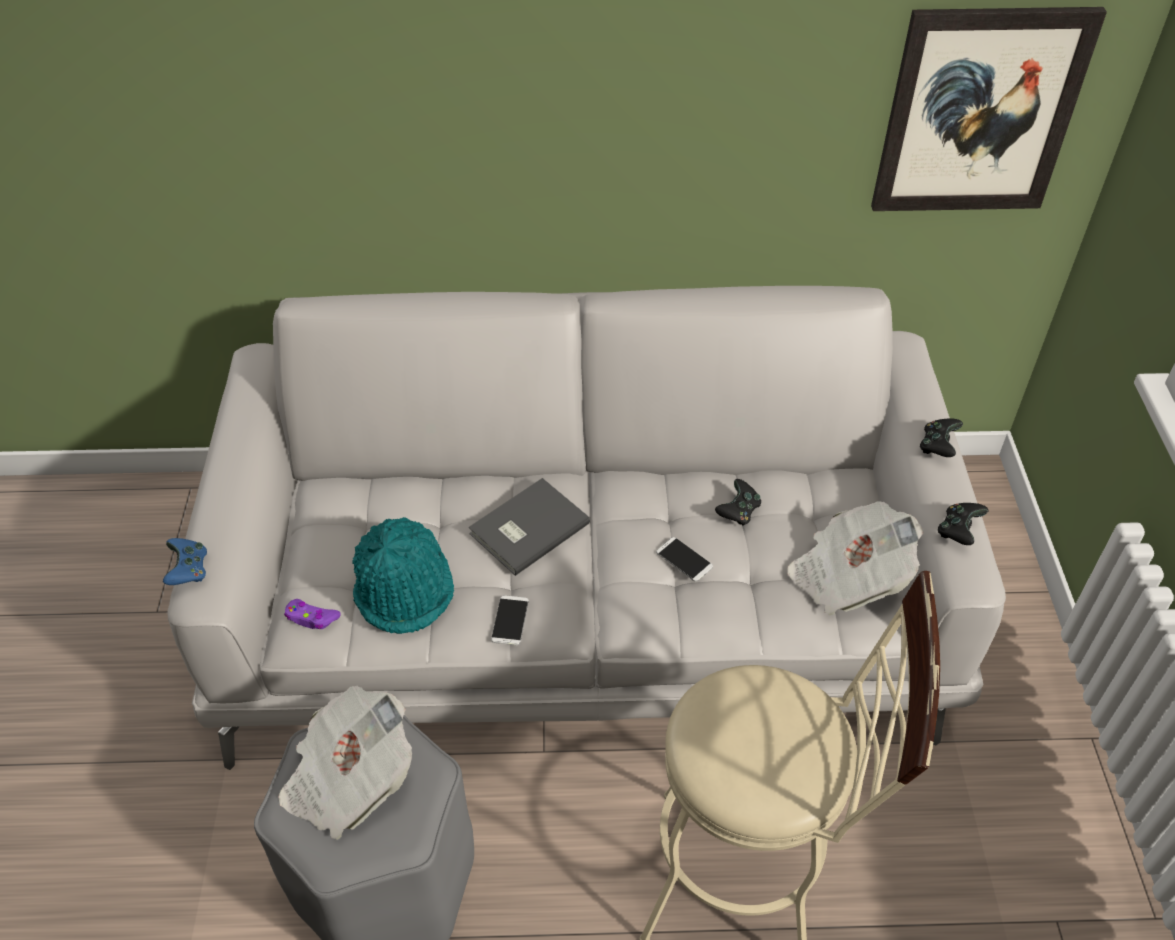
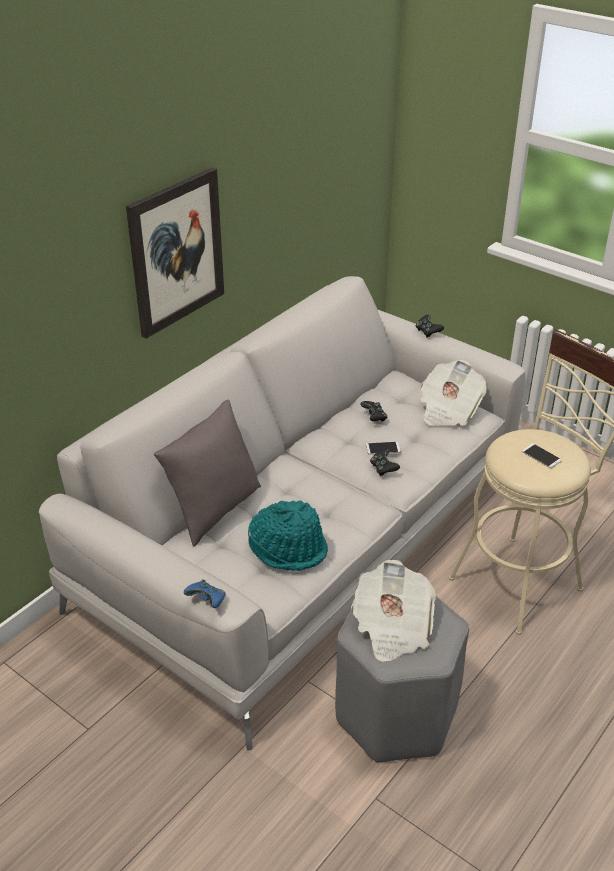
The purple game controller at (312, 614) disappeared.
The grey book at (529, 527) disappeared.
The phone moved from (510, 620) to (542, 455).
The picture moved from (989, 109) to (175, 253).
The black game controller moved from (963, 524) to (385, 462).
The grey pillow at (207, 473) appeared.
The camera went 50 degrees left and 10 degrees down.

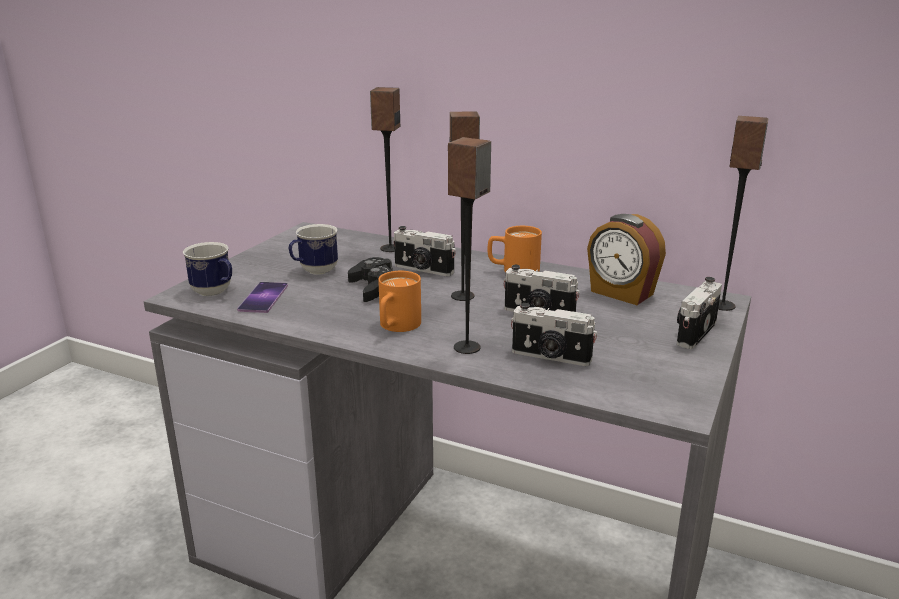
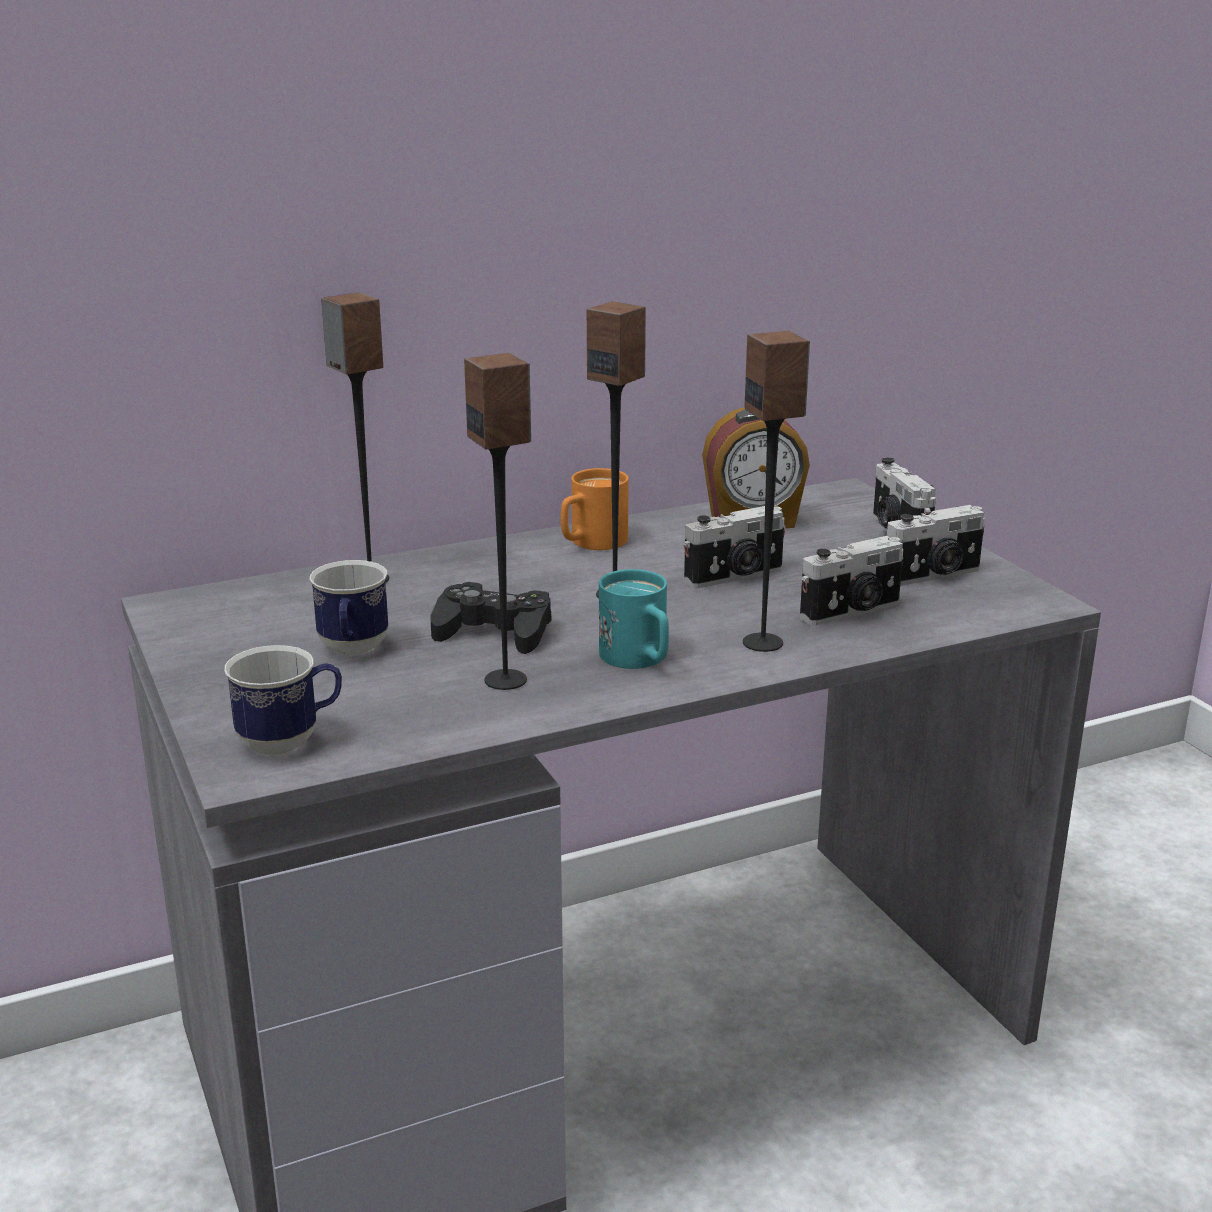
The phone at (262, 297) disappeared.
The orange mug at (399, 301) became the turquoise mug at (634, 619).
The photo camera moved from (424, 251) to (936, 545).
The speaker moved from (743, 213) to (497, 521).
The camera went 50 degrees left and 0 degrees up.

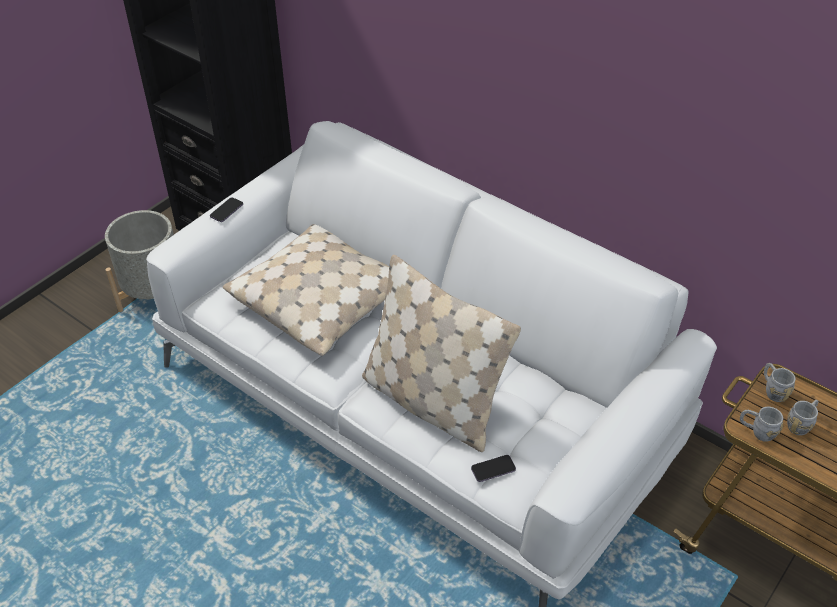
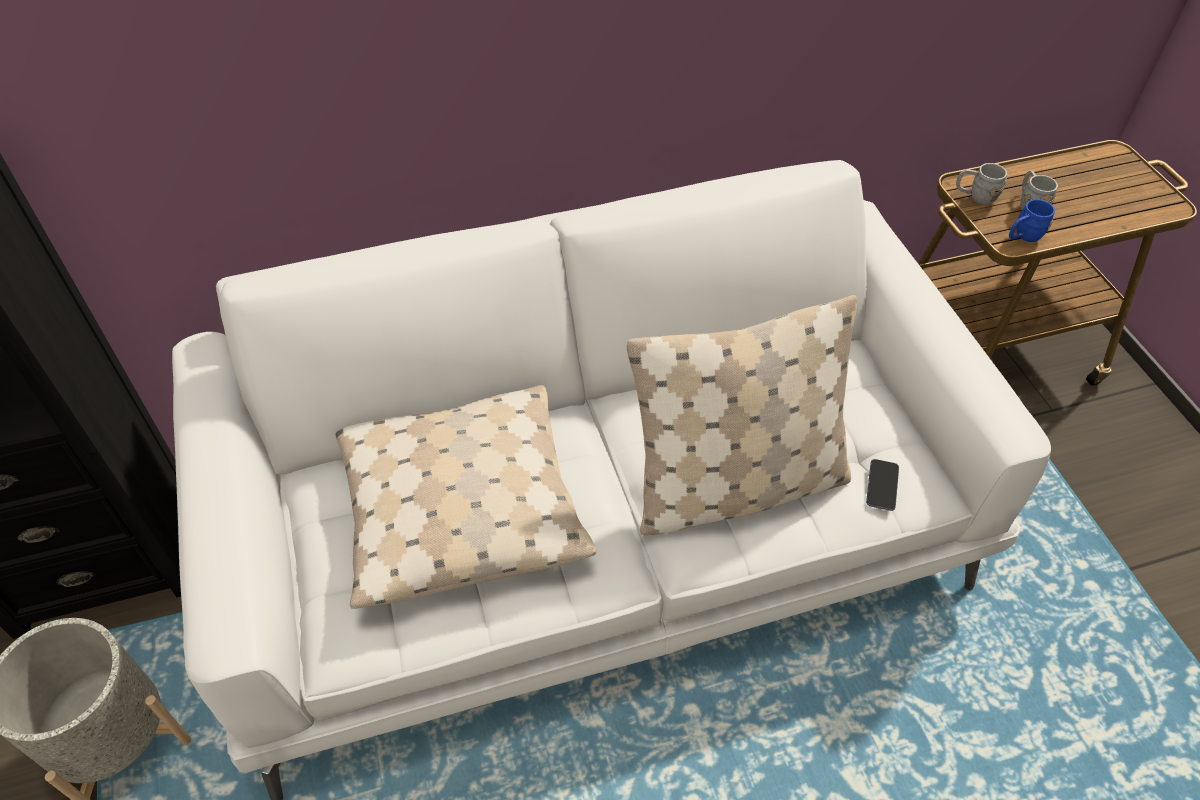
The phone at (226, 209) disappeared.
The grey mug at (761, 424) became the blue mug at (1032, 220).
The camera went 55 degrees left and 5 degrees up.

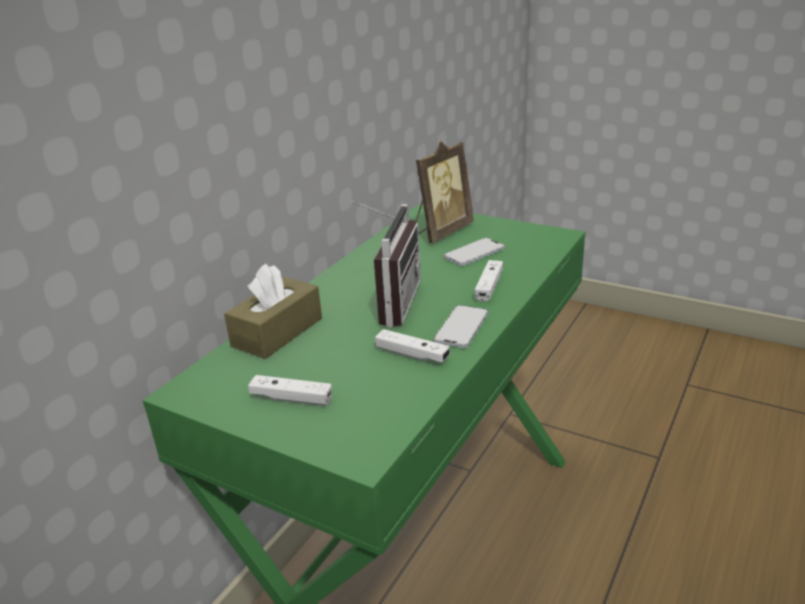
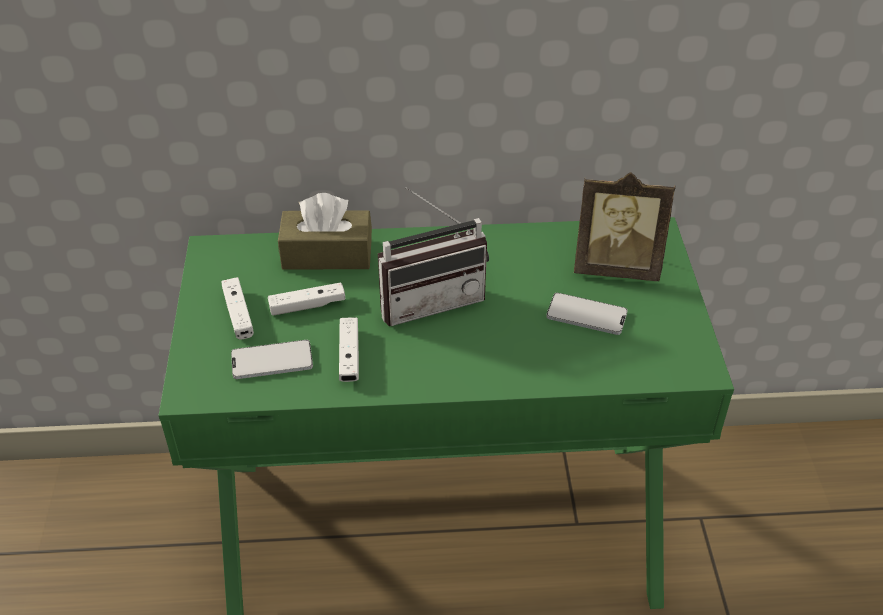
The phone moved from (461, 326) to (272, 359).
The white game controller moved from (488, 281) to (306, 299).
The camera went 55 degrees right and 15 degrees up.

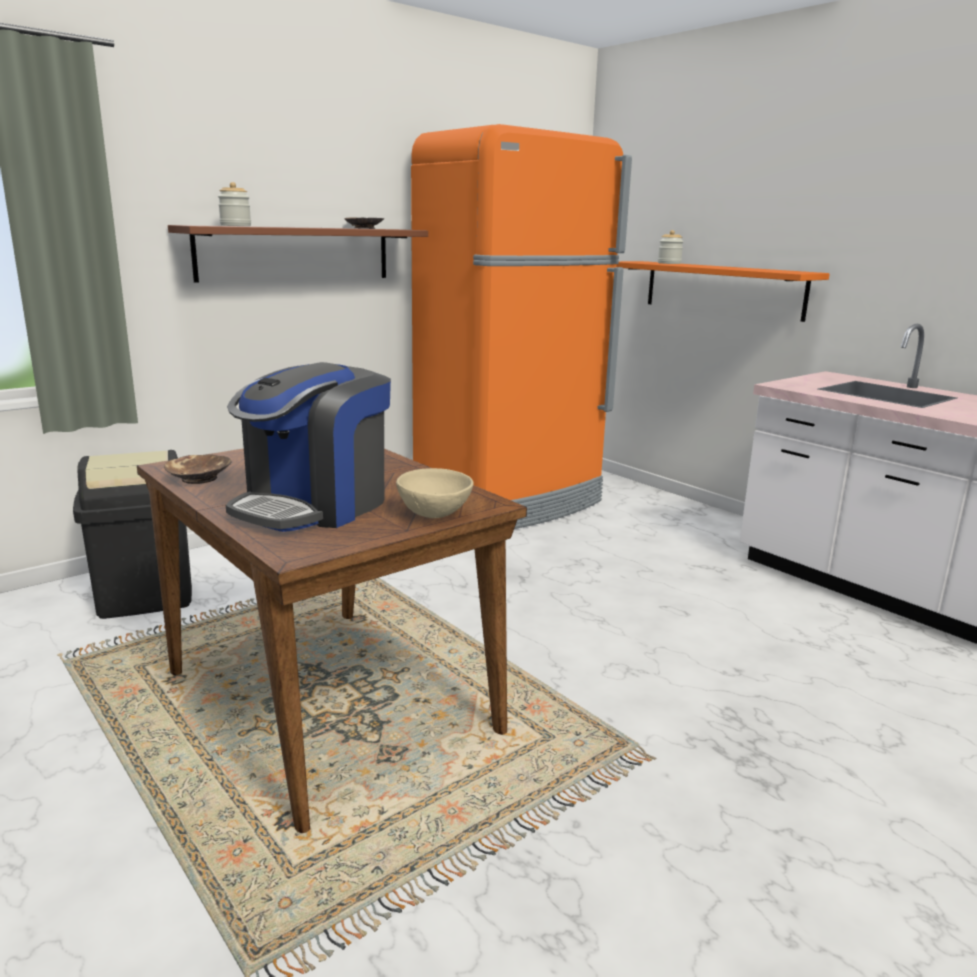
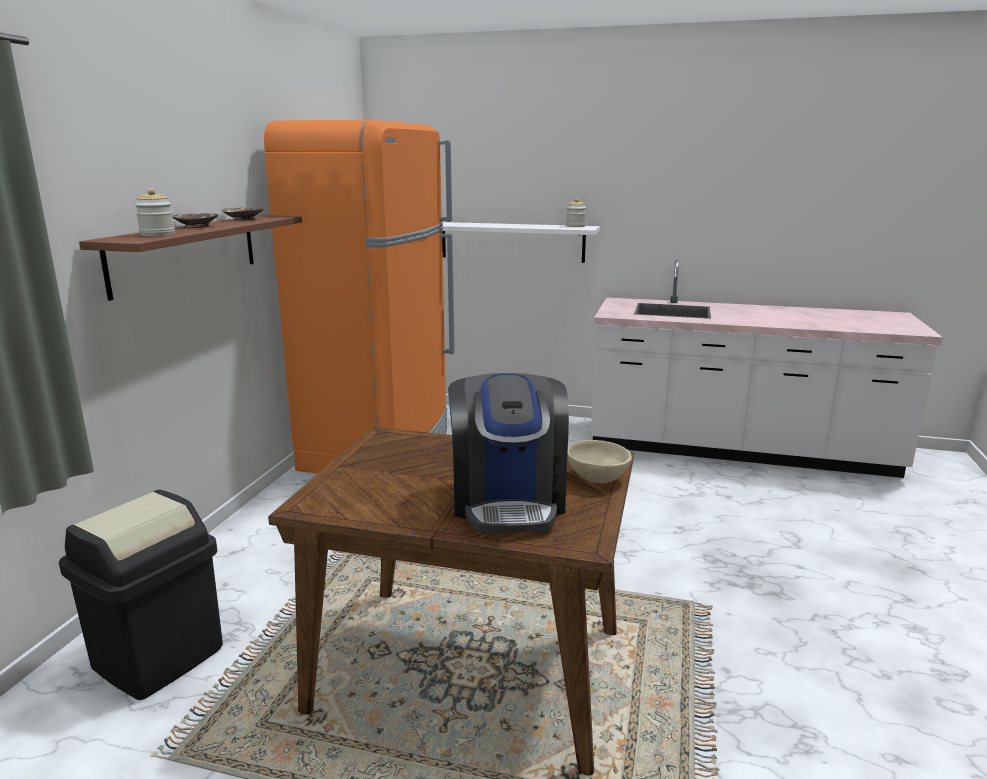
The brown bowl moved from (198, 469) to (196, 220).
The orange shelf at (723, 291) became the white shelf at (521, 242).
The jar moved from (671, 247) to (576, 212).
The camera went 35 degrees left and 0 degrees up.

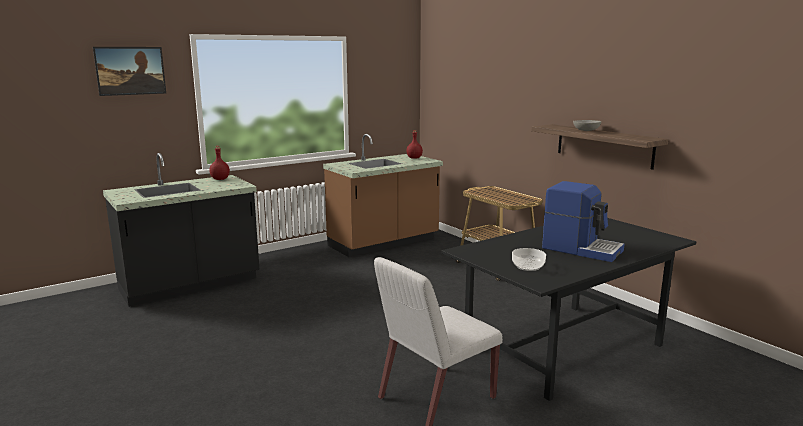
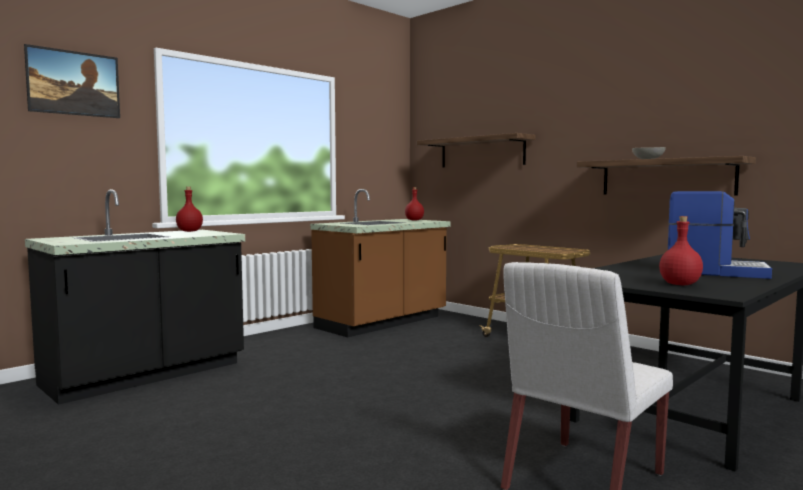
The bowl at (529, 259) was replaced by the red bottle at (681, 250).
The shelf at (476, 150) appeared.
The camera went 10 degrees left and 10 degrees down.

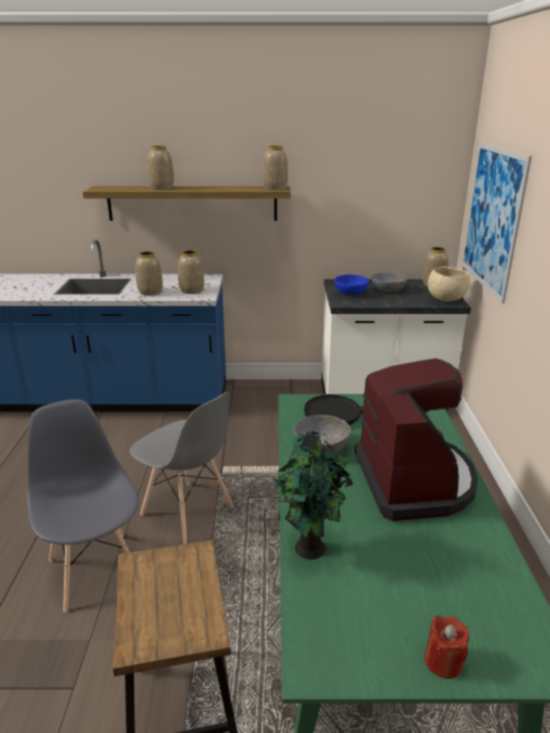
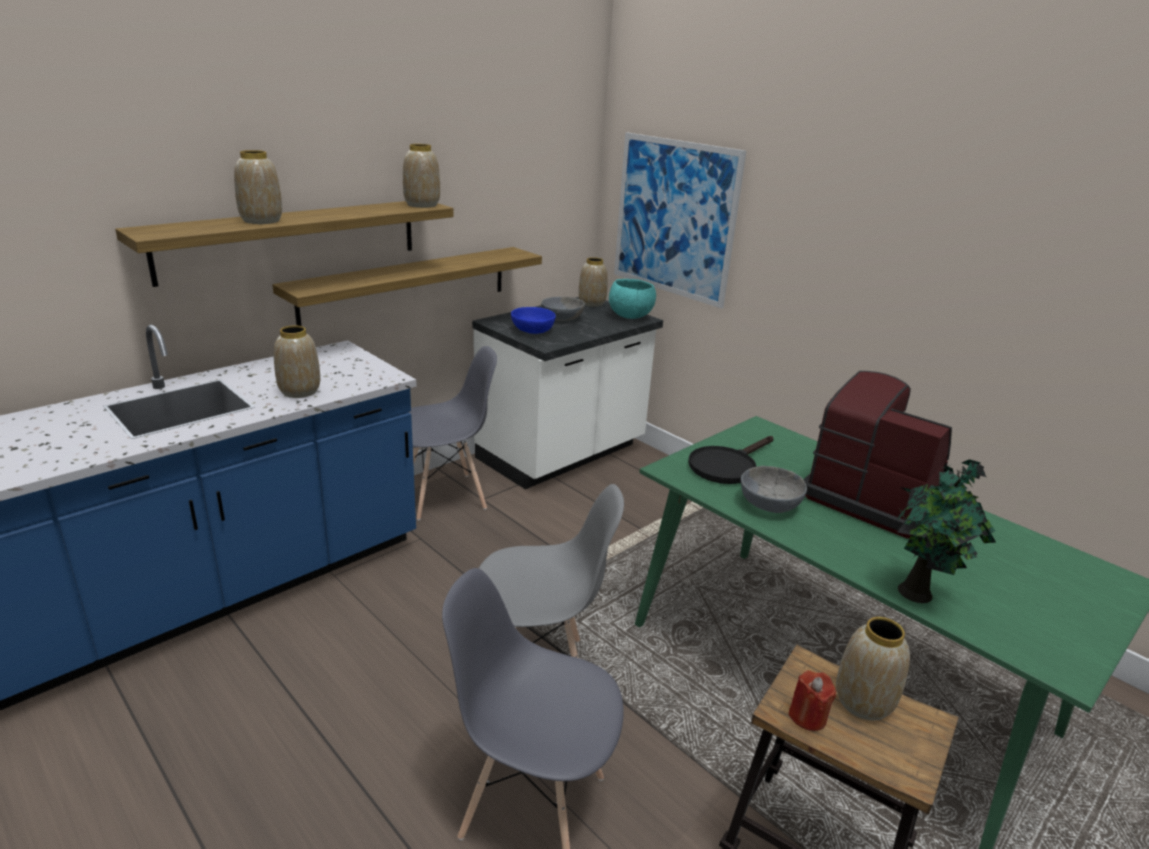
The vase moved from (191, 272) to (873, 668).
The red candle moved from (447, 647) to (812, 700).
The beige bowl at (449, 283) became the turquoise bowl at (632, 299).
The shelf at (407, 286) appeared.
The grey chair at (452, 433) appeared.
The camera went 45 degrees left and 0 degrees up.

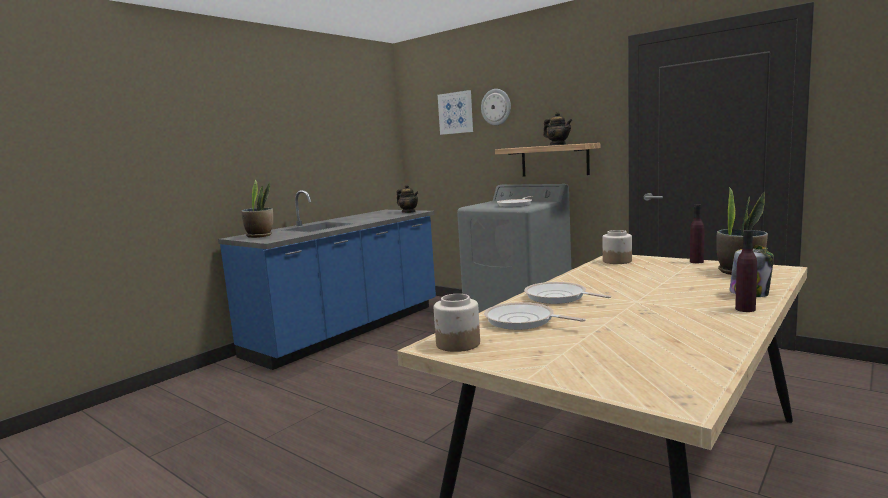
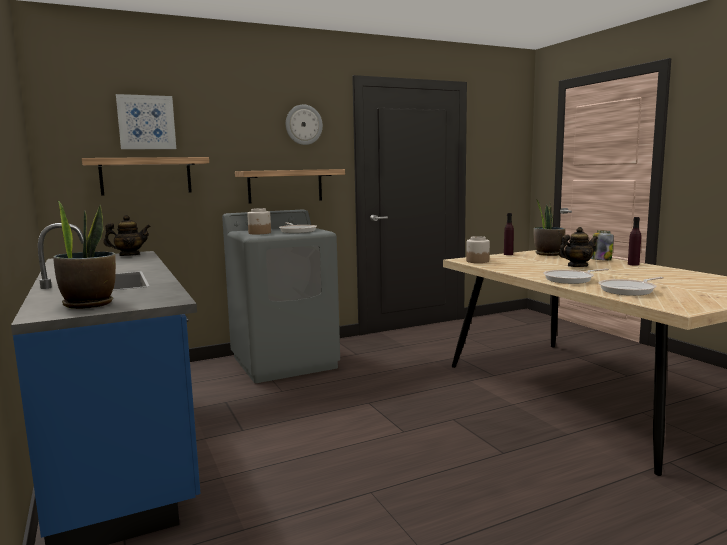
The jar moved from (457, 323) to (259, 221).
The wall clock moved from (496, 107) to (304, 125).
The teapot moved from (558, 128) to (578, 247).
The shelf at (145, 176) appeared.
The camera went 65 degrees left and 0 degrees up.

